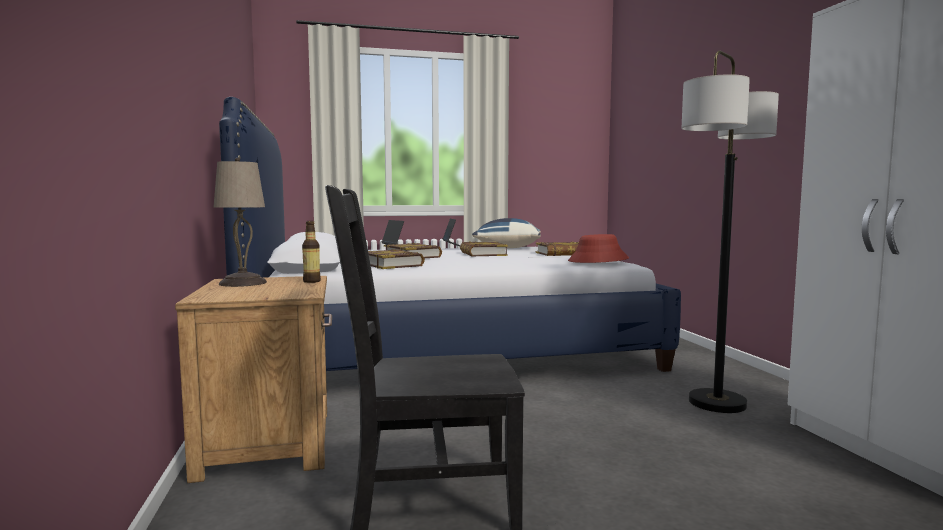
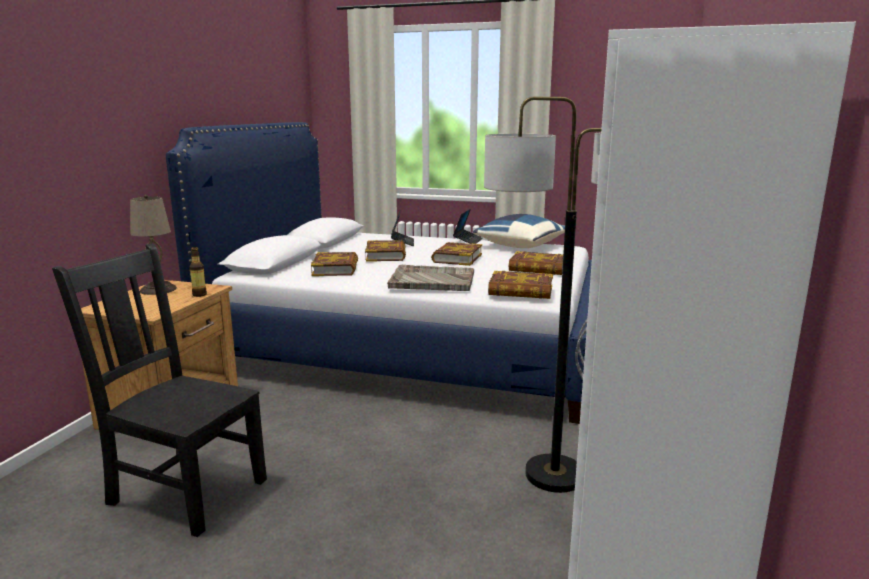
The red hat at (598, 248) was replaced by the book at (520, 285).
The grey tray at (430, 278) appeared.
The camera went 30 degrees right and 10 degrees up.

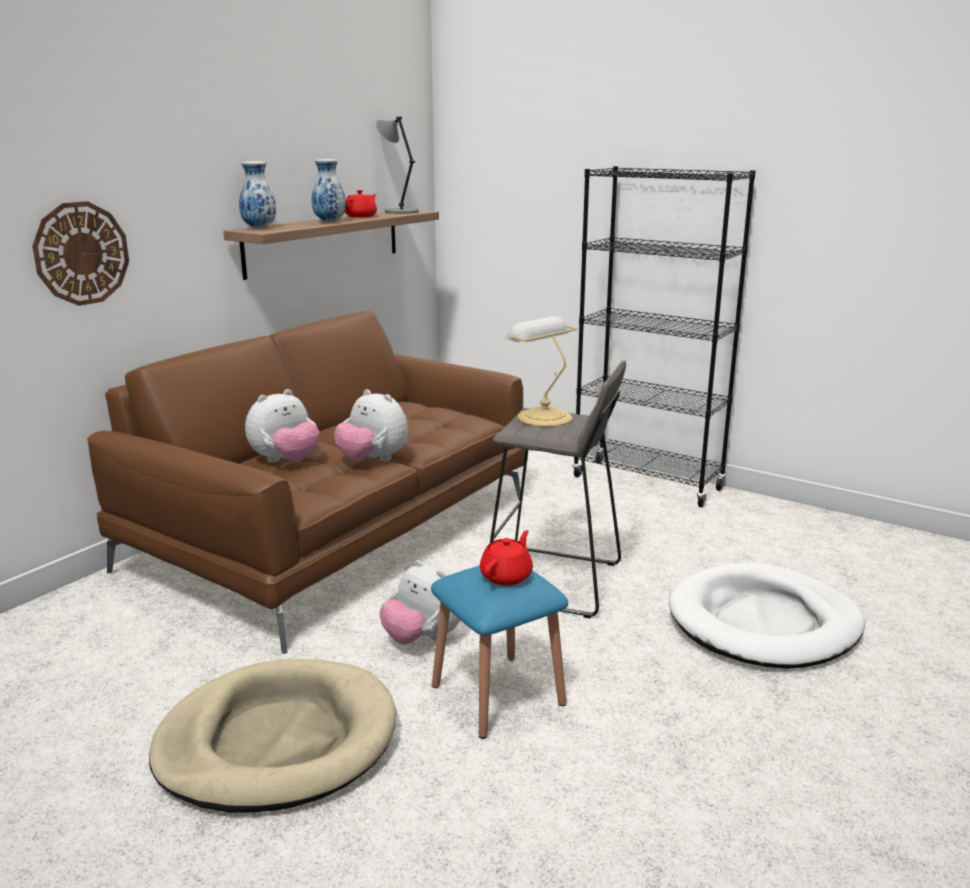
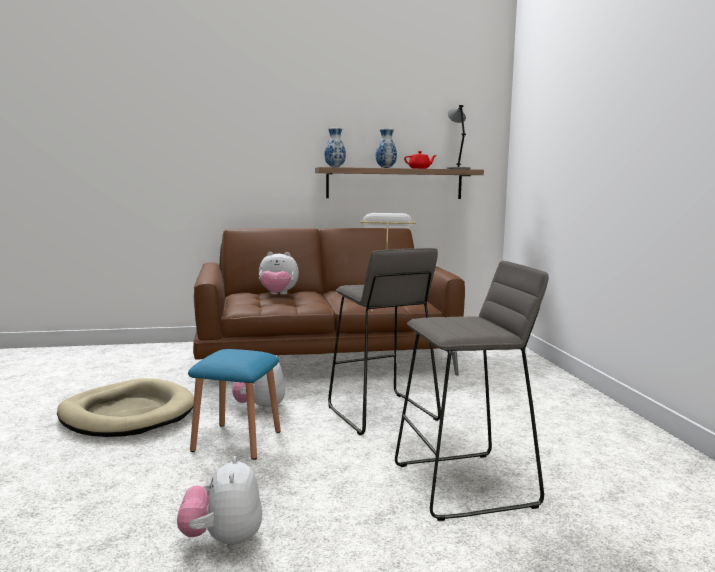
The wall clock at (80, 253) disappeared.
The plush toy moved from (371, 425) to (219, 503).
The red teapot at (506, 557) disappeared.
The black bookcase at (664, 336) disappeared.
The white dog bed at (767, 616) was replaced by the grey stool at (471, 391).
The camera went 45 degrees right and 10 degrees down.

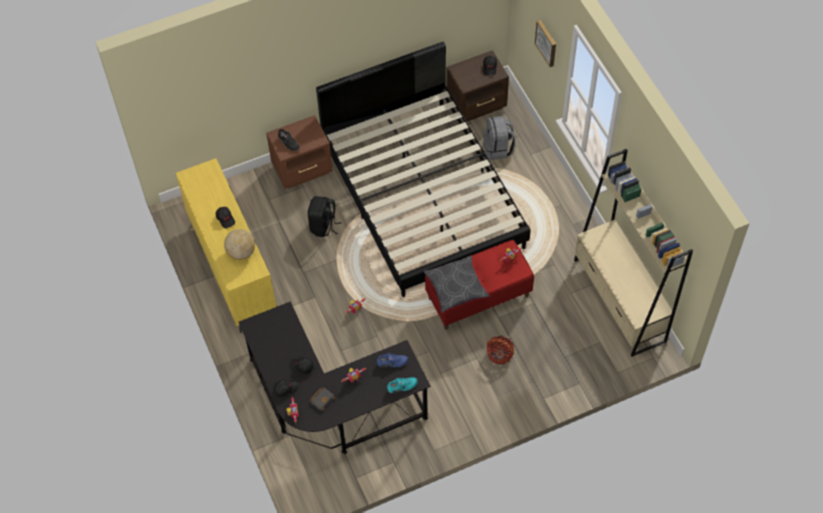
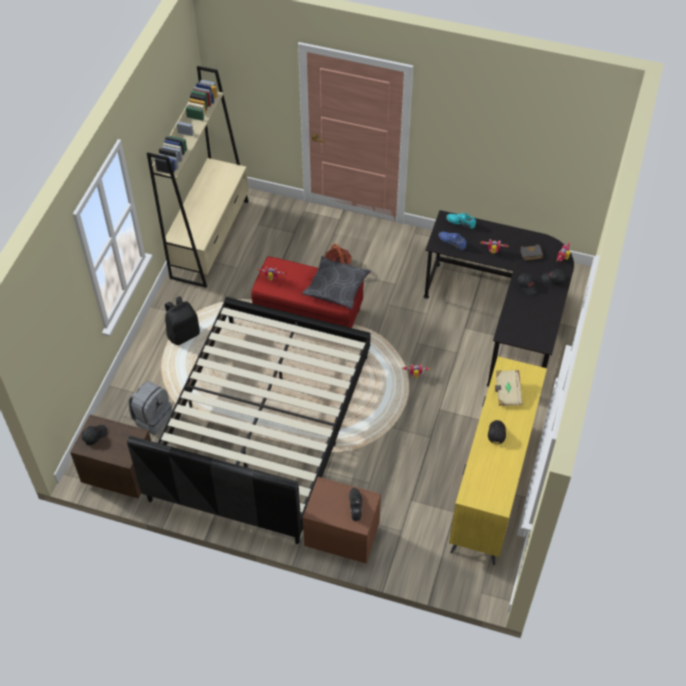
The globe at (239, 244) was replaced by the beige book at (509, 388).
The black backpack moved from (325, 216) to (182, 320).
The picture at (545, 43) disappeared.
The camera went 140 degrees left and 5 degrees down.

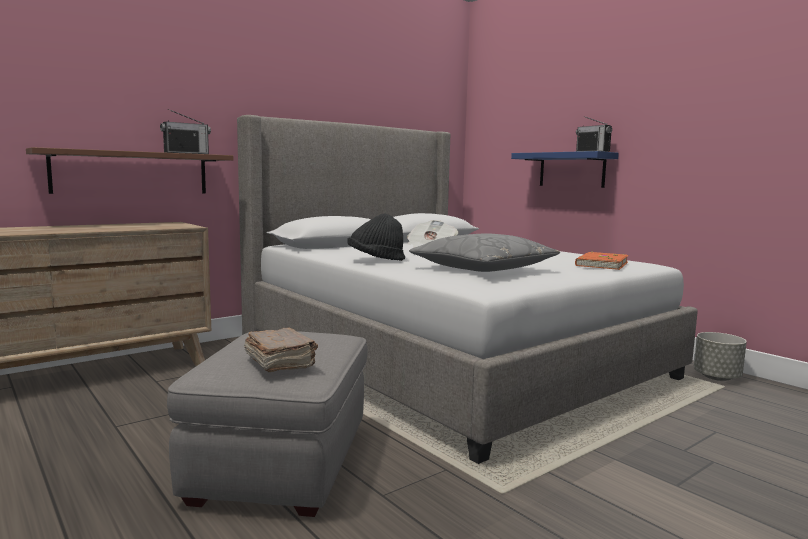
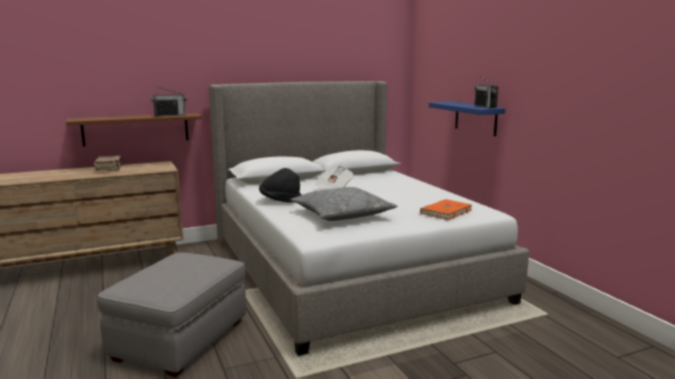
The brown book moved from (281, 350) to (108, 163).
The grey planter at (720, 356) disappeared.
The camera went 15 degrees right and 5 degrees up.

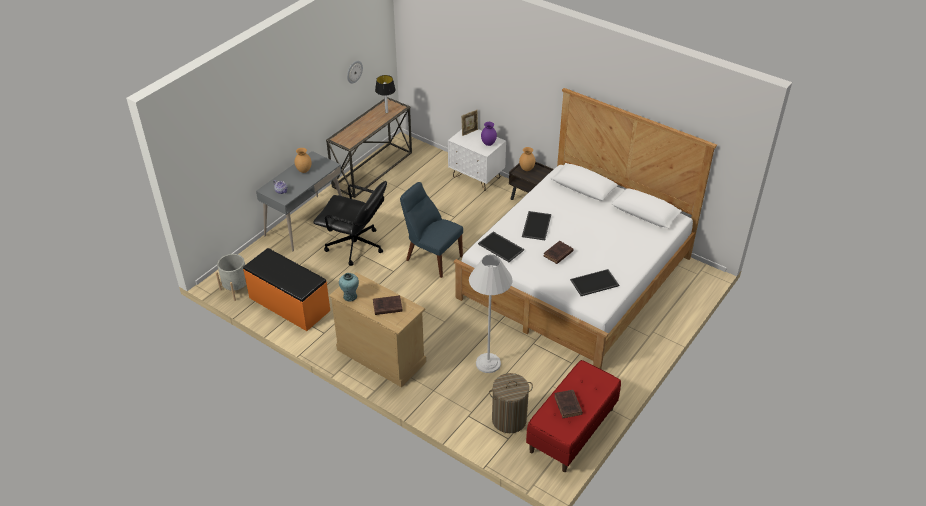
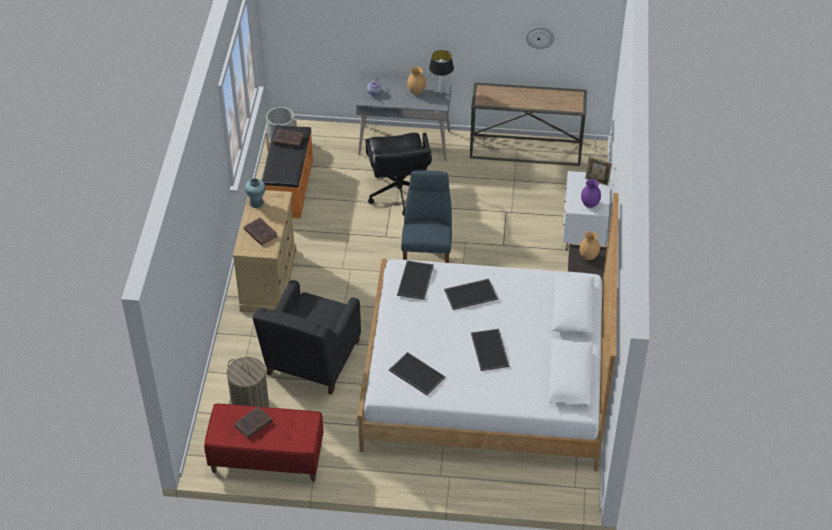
The table lamp moved from (385, 94) to (441, 72).
The white floor lamp at (490, 314) was replaced by the black armchair at (306, 337).
The brown book moved from (558, 252) to (288, 138).
The tray at (490, 350) appeared.
The camera went 60 degrees right and 5 degrees up.

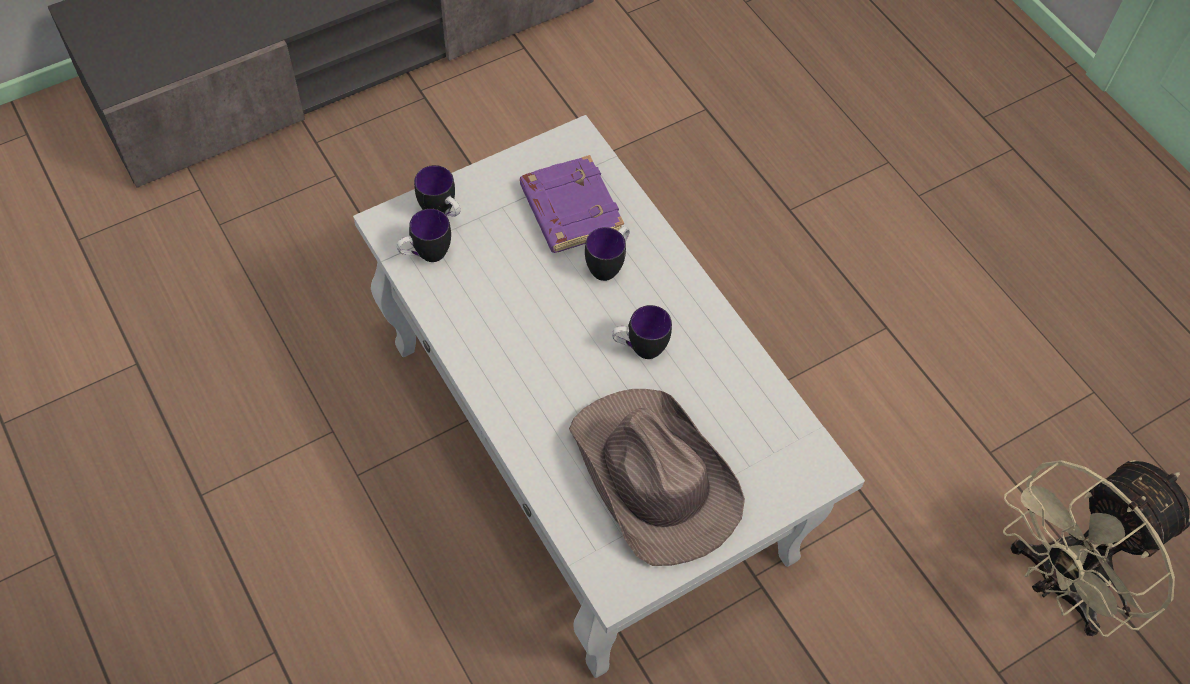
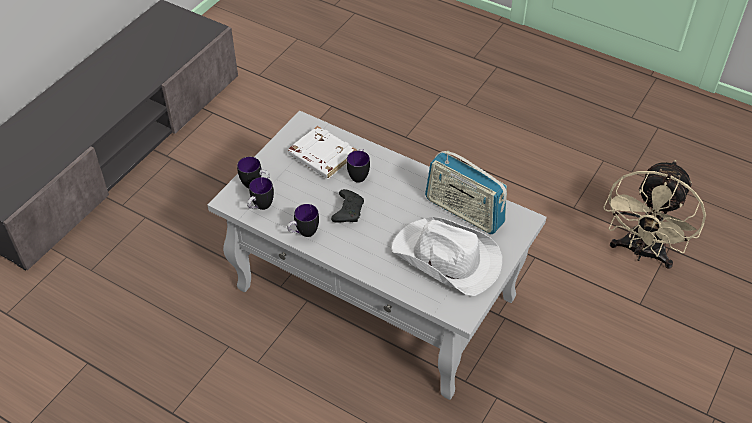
The purple book at (572, 204) became the white book at (322, 152).
The brown hat at (657, 477) became the white hat at (446, 256).
The mug moved from (642, 332) to (303, 220).
The black game controller at (347, 206) appeared.
The radio at (466, 192) appeared.
The camera went 25 degrees left and 10 degrees down.

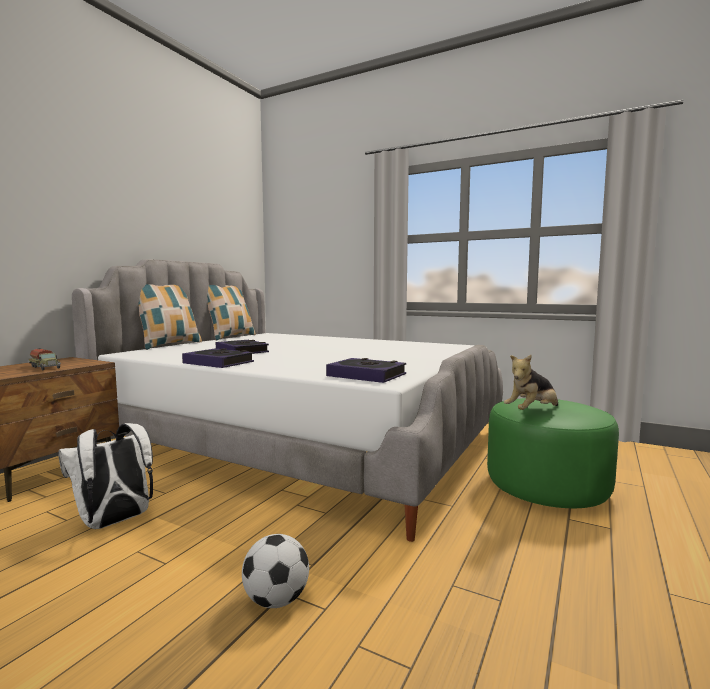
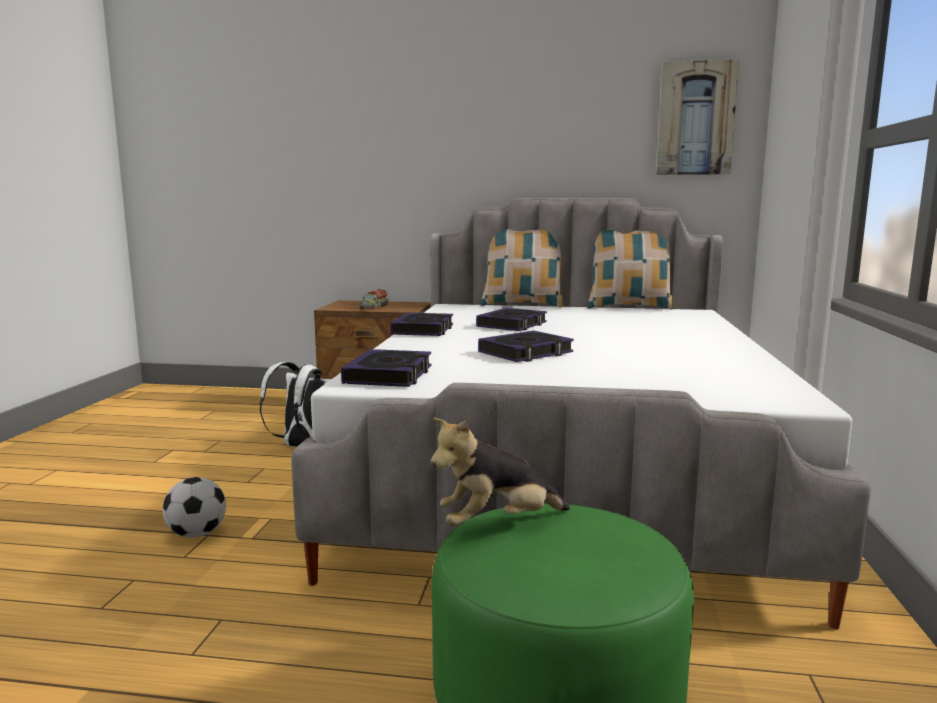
The plush toy at (531, 382) turned 60 degrees counterclockwise.
The book at (526, 346) appeared.
The picture at (697, 117) appeared.
The camera went 70 degrees right and 5 degrees up.

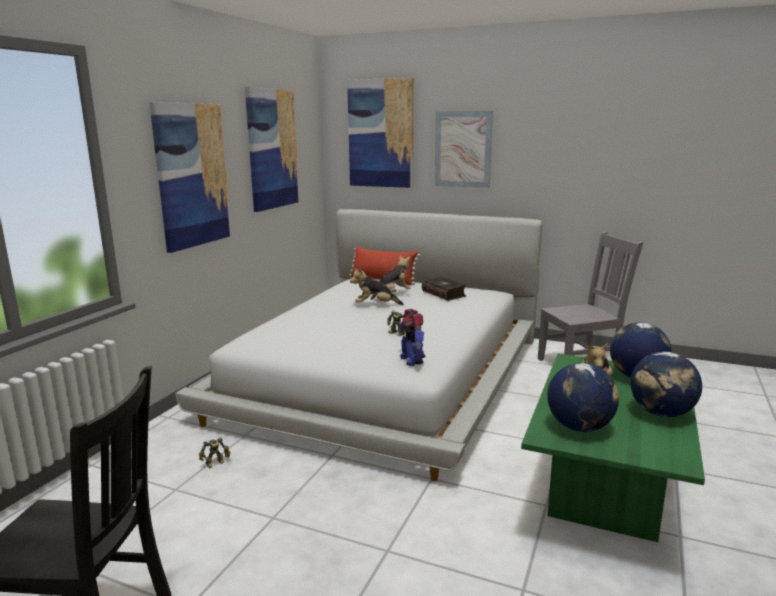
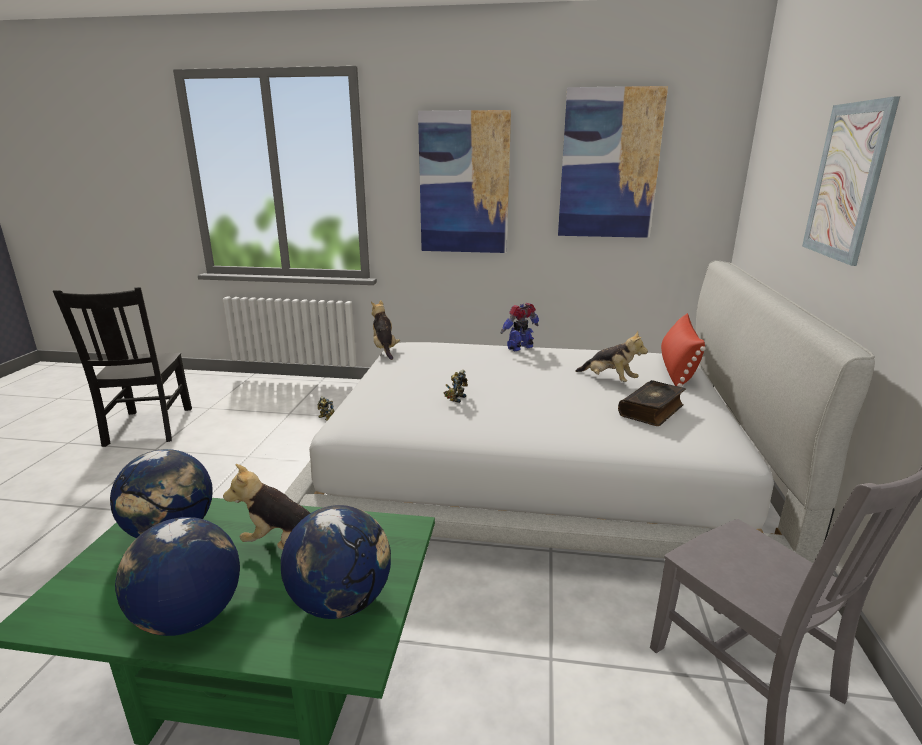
The picture at (380, 132) disappeared.
The plush toy moved from (377, 286) to (385, 330).
The toy robot moved from (412, 337) to (519, 327).
The camera went 75 degrees right and 5 degrees up.

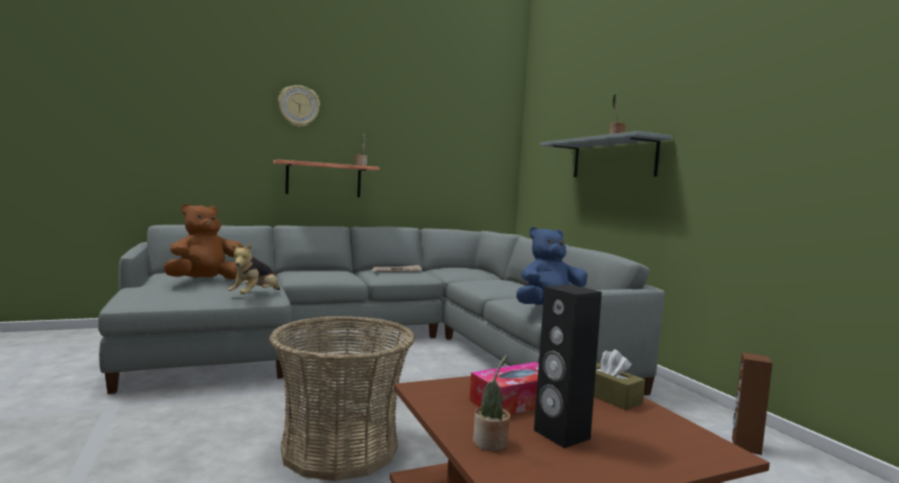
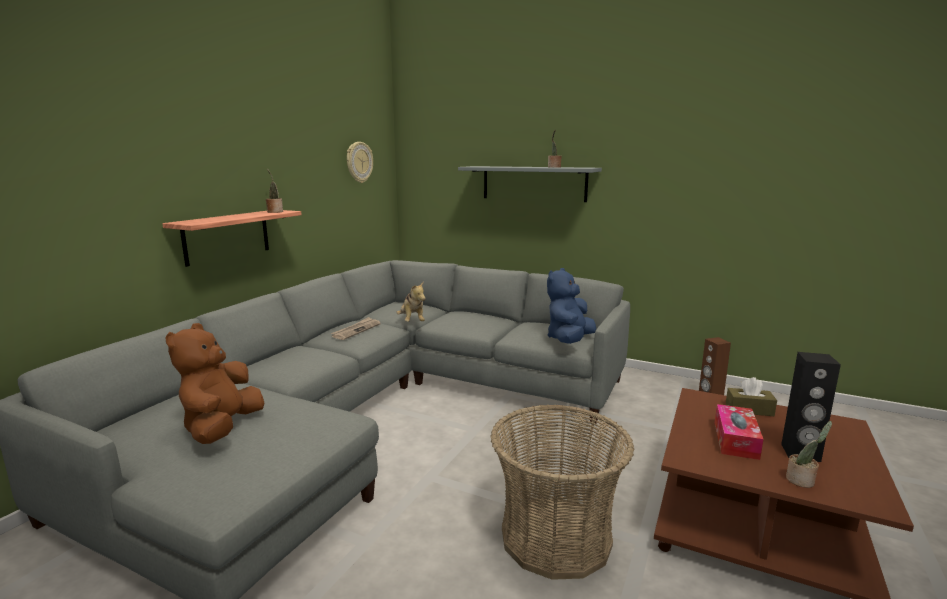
The plush toy moved from (253, 268) to (411, 301).
The wall clock moved from (299, 106) to (360, 162).
The camera went 40 degrees left and 10 degrees up.

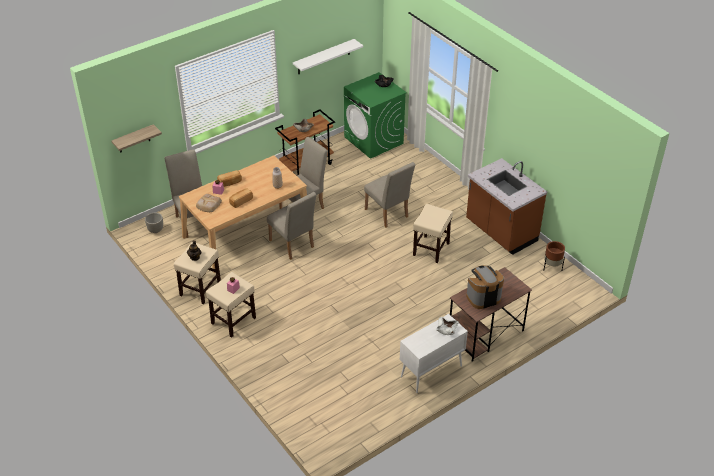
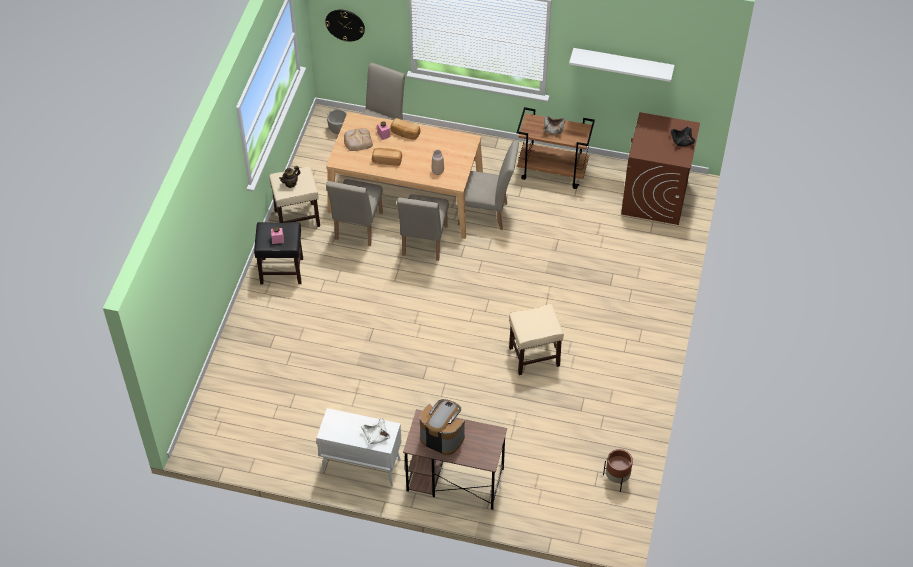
The shelf at (137, 138) was replaced by the wall clock at (345, 25).
The beige stool at (231, 305) became the black stool at (278, 253).
The green washing machine at (375, 115) became the brown washing machine at (660, 168).
The beige chair moved from (389, 195) to (354, 212).
The brown counter at (506, 206) disappeared.
The camera went 50 degrees right and 10 degrees up.

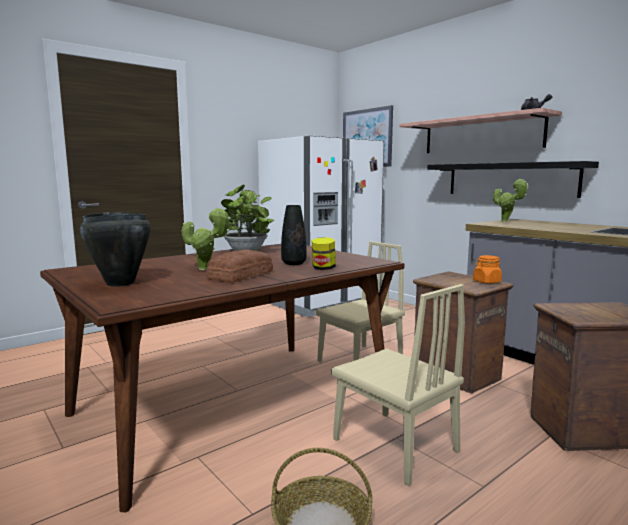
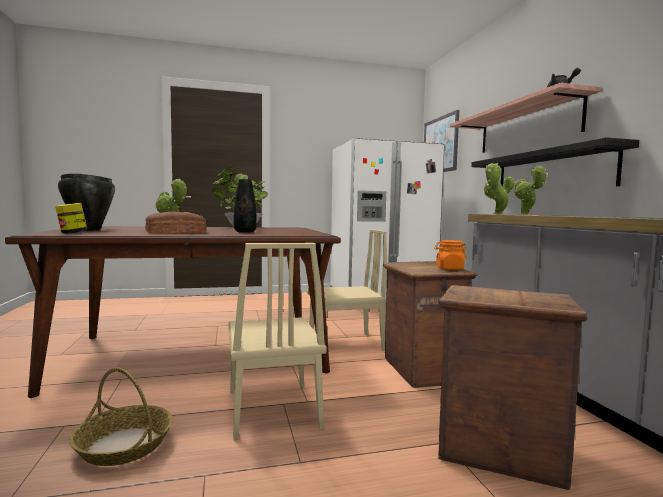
The jar moved from (324, 253) to (71, 218).
The potted plant at (499, 188) appeared.
The camera went 25 degrees right and 5 degrees down.

